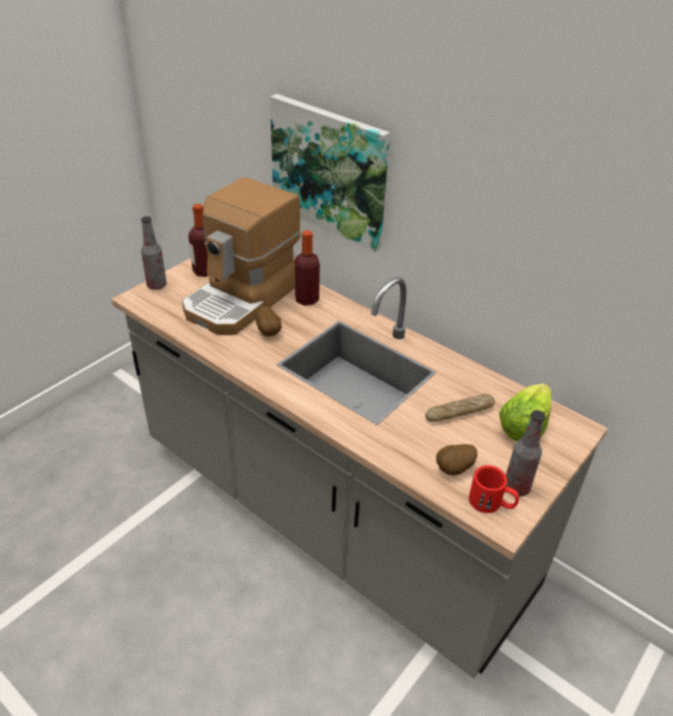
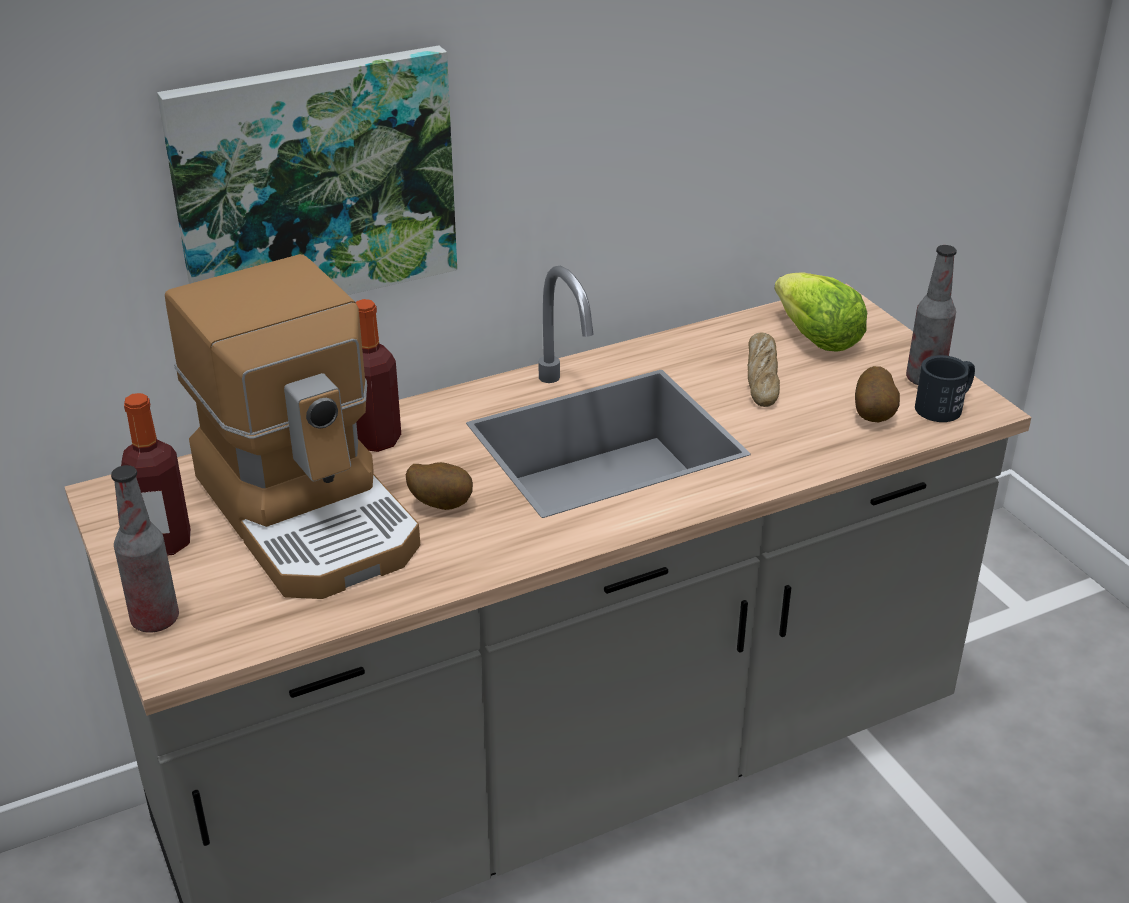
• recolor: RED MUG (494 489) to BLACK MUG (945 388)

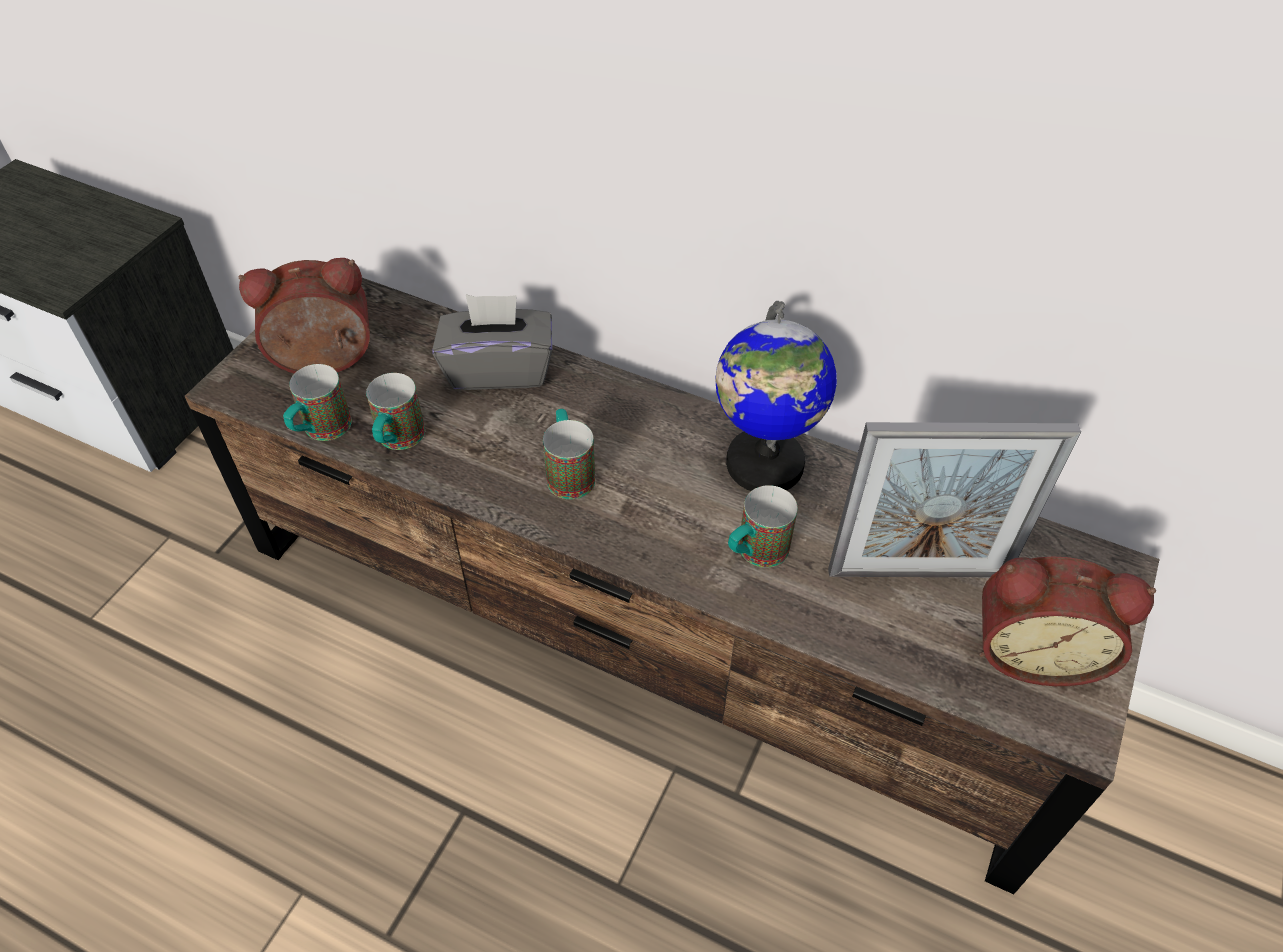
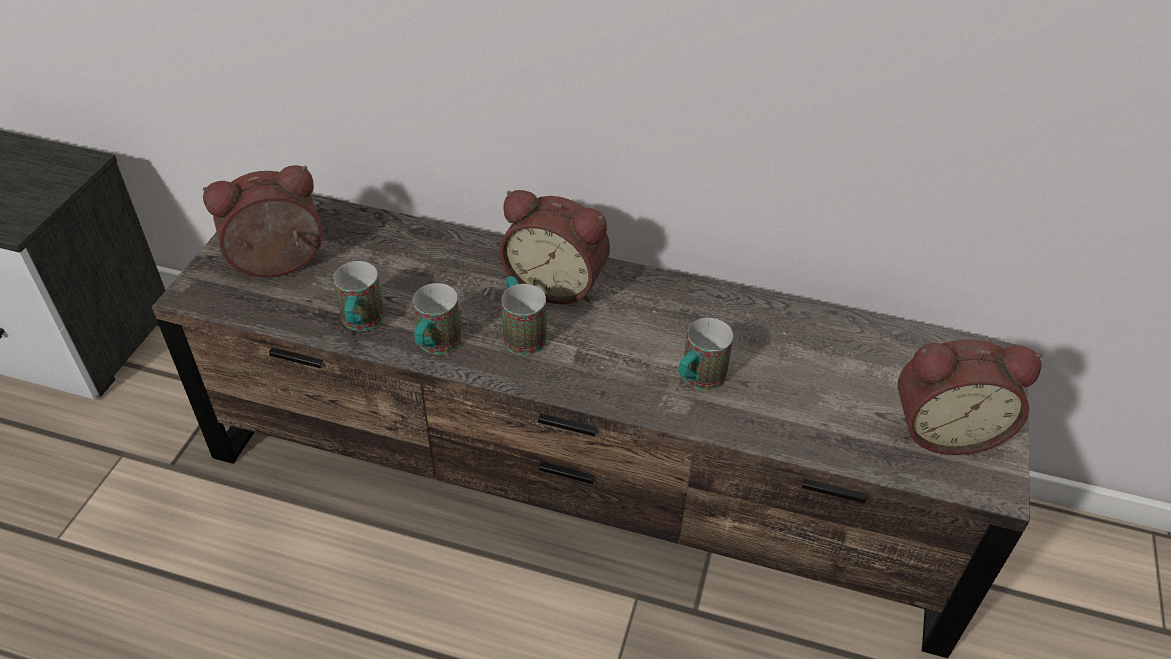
• delete: GREYISH TISSUE BOX (492 342)
• delete: DESK GLOBE (776 396)
• delete: PHOTO FRAME (954 499)
• insert: ALARM CLOCK (555 247)
• move: MUG (317 402) to (437 319)

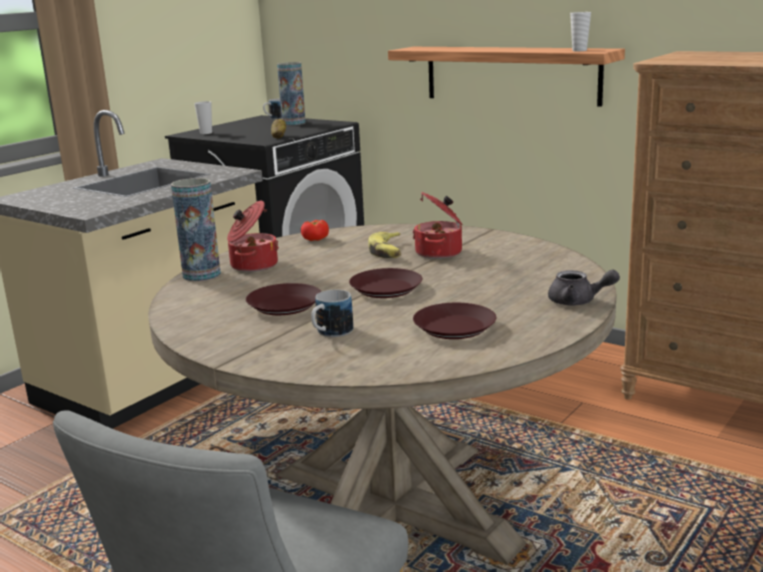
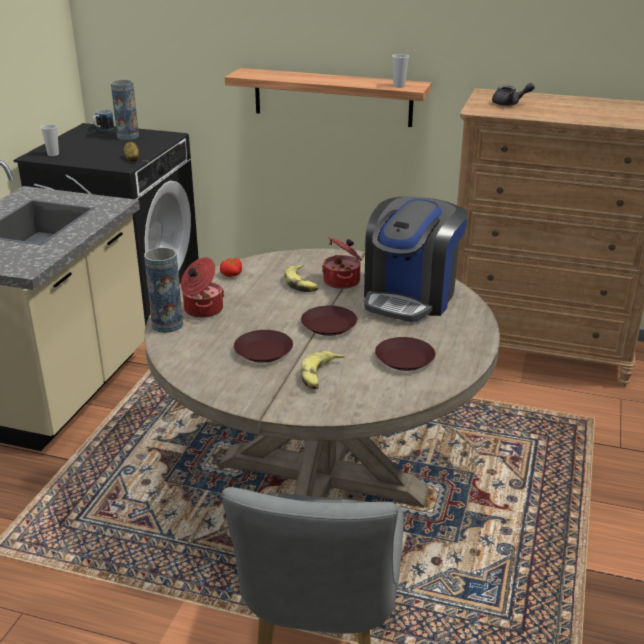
• insert: COFFEE MAKER (416 259)
• move: GREYISH TEA POT (584 288) to (513 94)
• replace: MUG (332 313) to BANANA FRUIT (323 370)

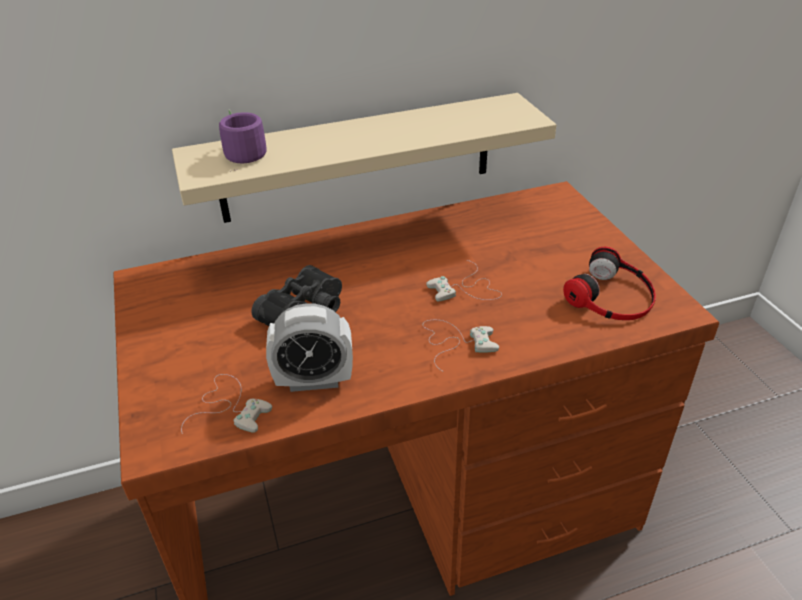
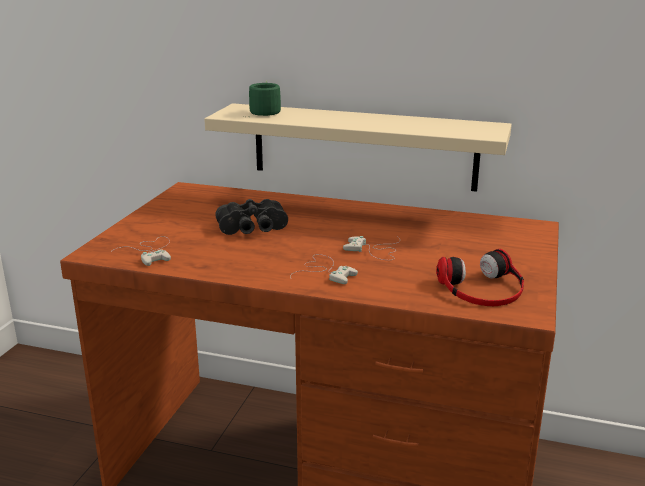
• delete: ALARM CLOCK (309 347)
• recolor: PURPLE-COLOURED MUG (243 141) to GREENISH MUG (265 98)

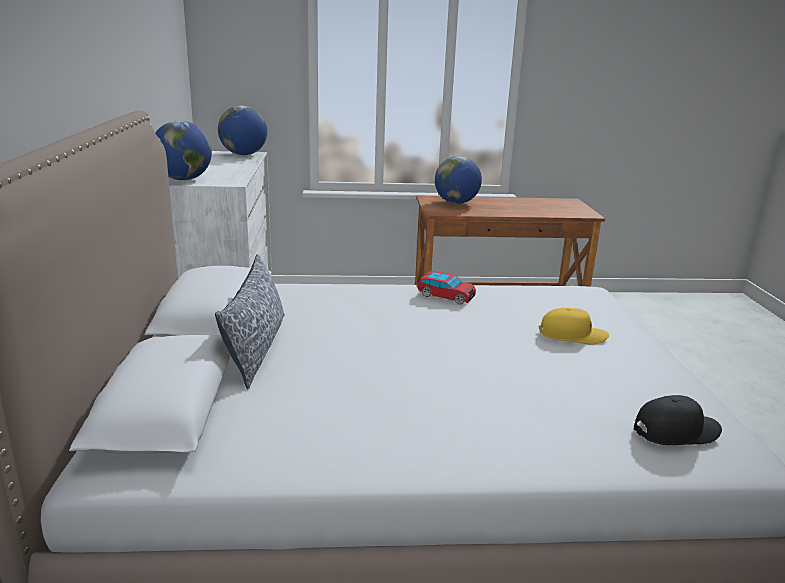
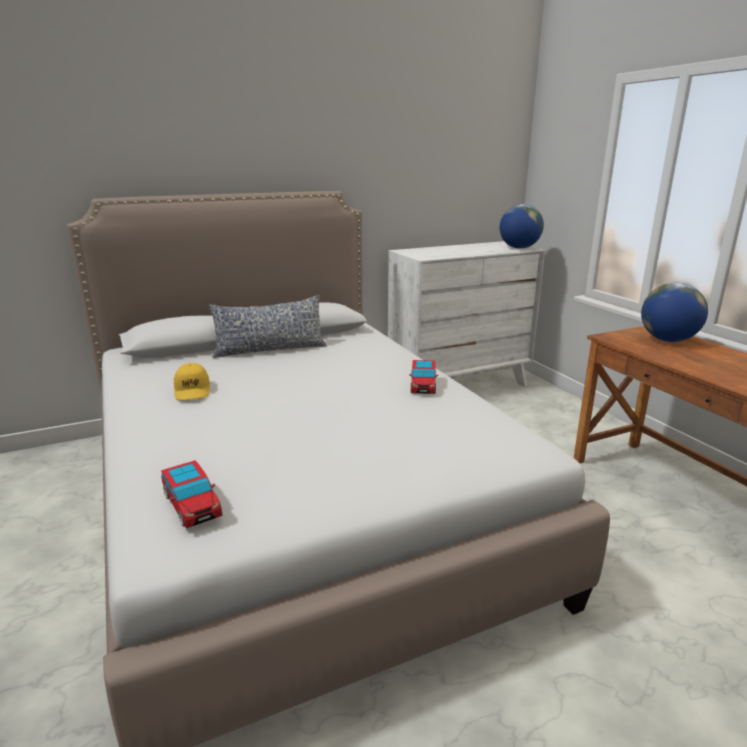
• delete: DESK GLOBE (183 150)
• move: YELLOWISH PEAKED CAP (574 326) to (192 381)
• replace: BLACK PEAKED CAP (678 420) to MODEL CAR (192 494)

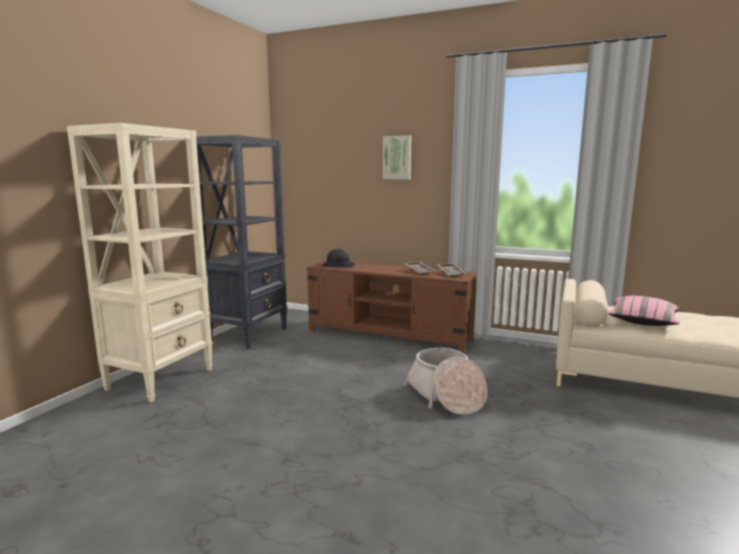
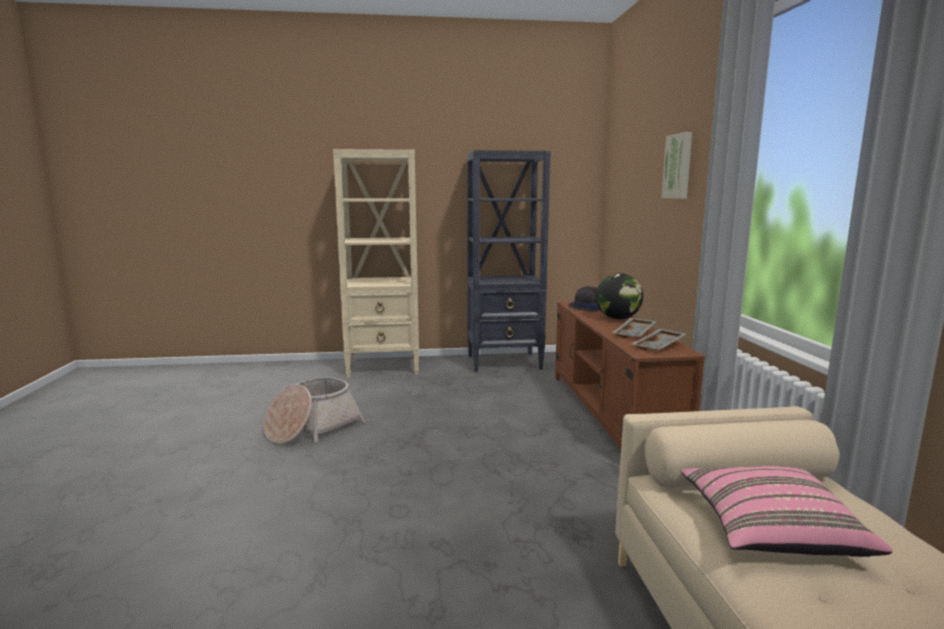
• insert: DESK GLOBE (619 296)
• move: BASKET (445 381) to (314 411)

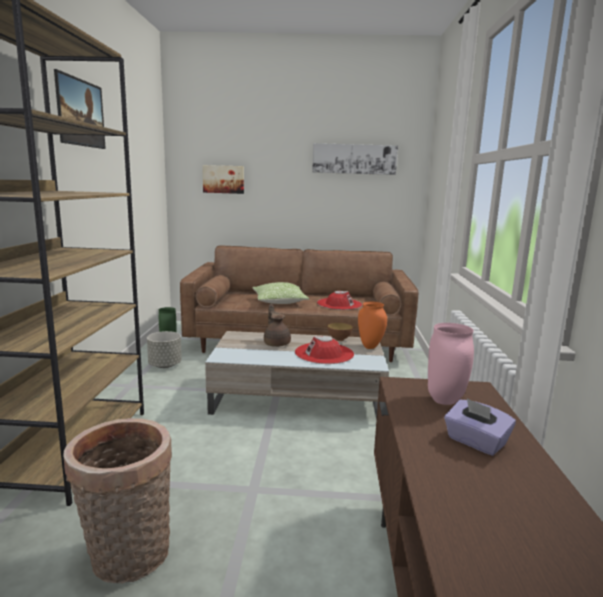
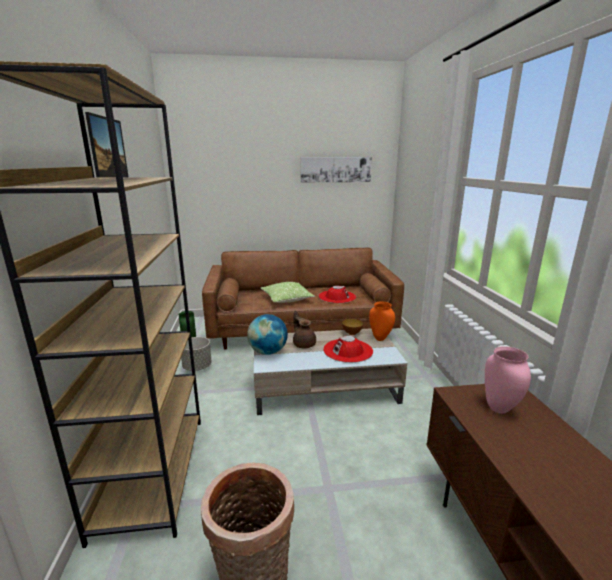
• delete: PICTURE (223 179)
• delete: PURPLE-COLOURED TISSUE BOX (480 427)
• insert: DESK GLOBE (267 334)

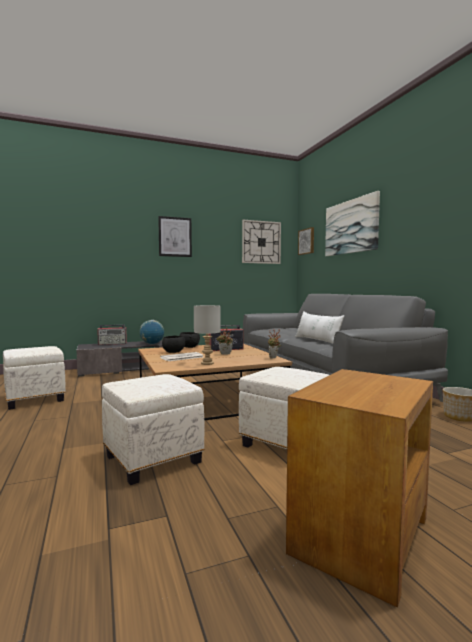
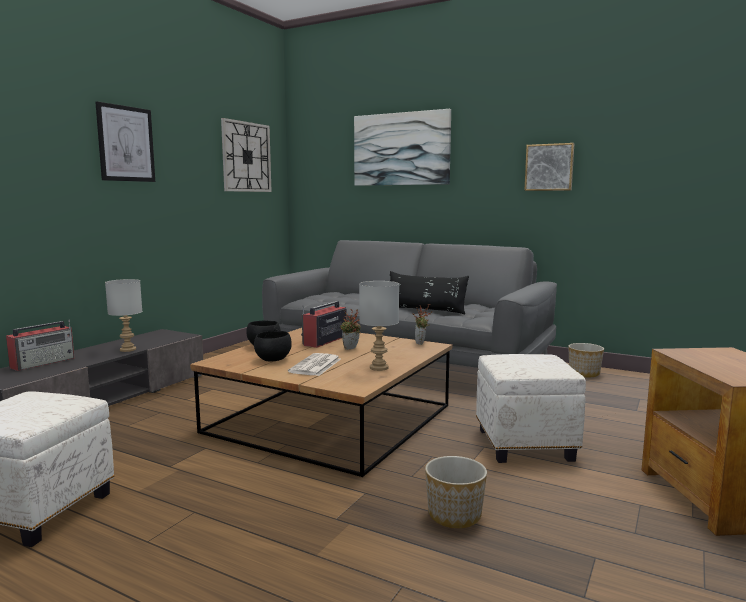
• move: PICTURE (306 241) to (549 167)
• replace: WHITE-COLOURED FOOTREST (153 429) to FLOWER POT (456 492)
• replace: DESK GLOBE (151 332) to GREYISH TABLETOP LAMP (123 315)
• recolor: WHITE-COLOURED THROW PILLOW (320 327) to BLACK THROW PILLOW (429 292)

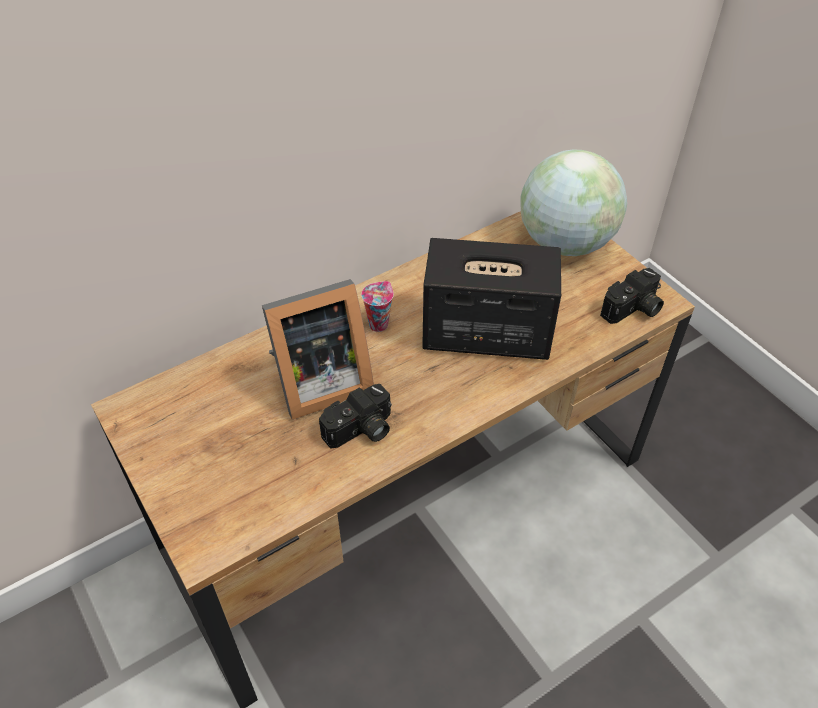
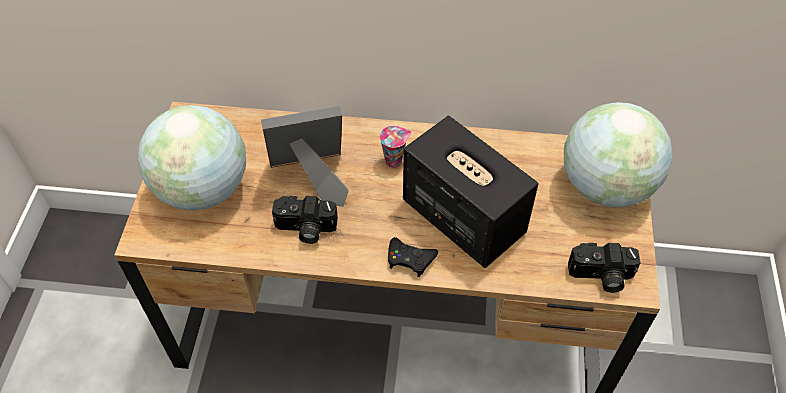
• insert: DESK GLOBE (192 158)
• insert: BLACK JOYPAD (413 257)
• rotate: PHOTO FRAME (318 349) = (305 156) 150 degrees clockwise

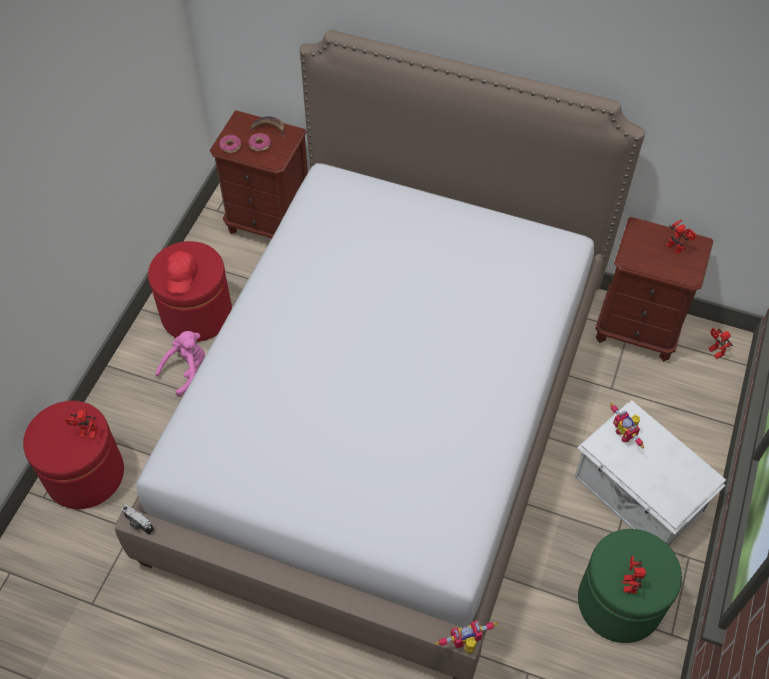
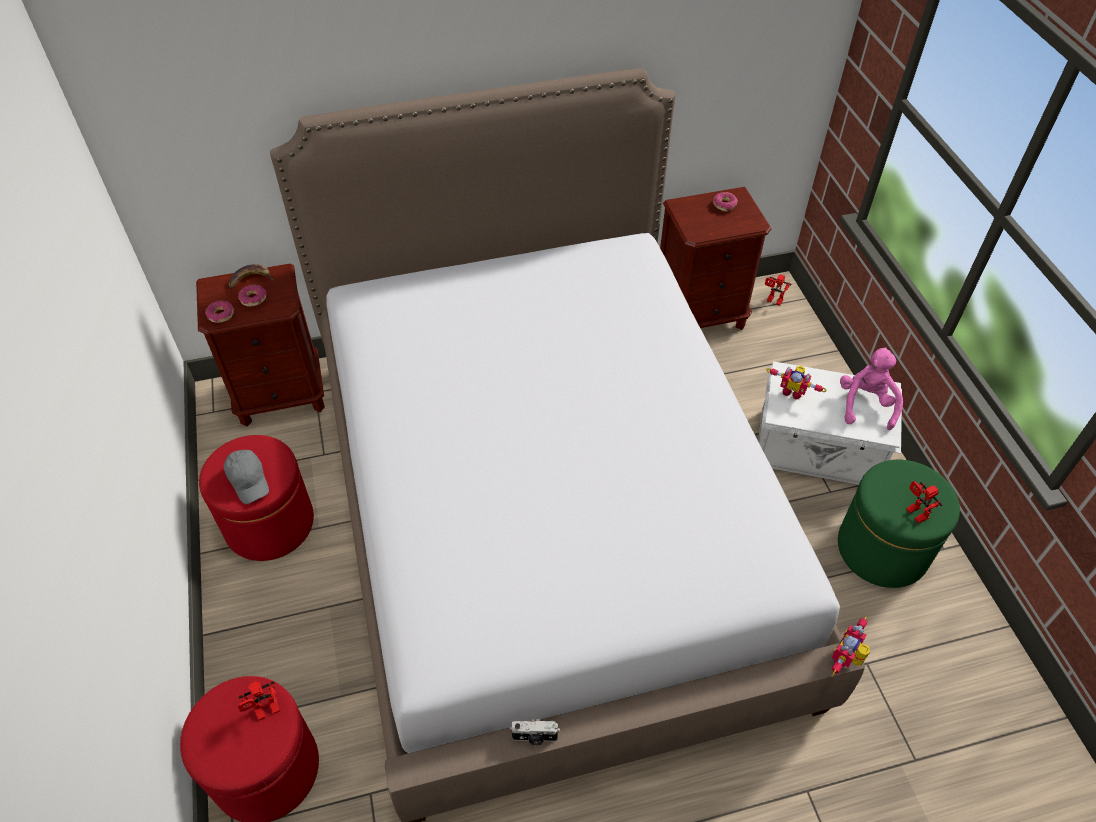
• move: STILL CAMERA (137 519) to (535 732)
• move: PINK PLUSH TOY (180 363) to (871 388)
• replace: MODEL ROBOT (681 236) to DOUGHNUT (725 202)
• recolor: RED PEAKED CAP (181 272) to GREYISH PEAKED CAP (246 477)

